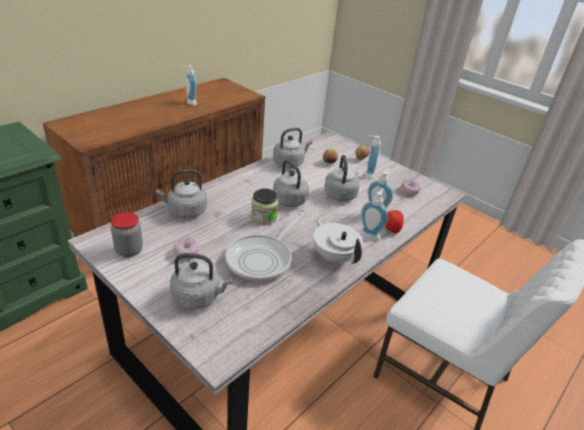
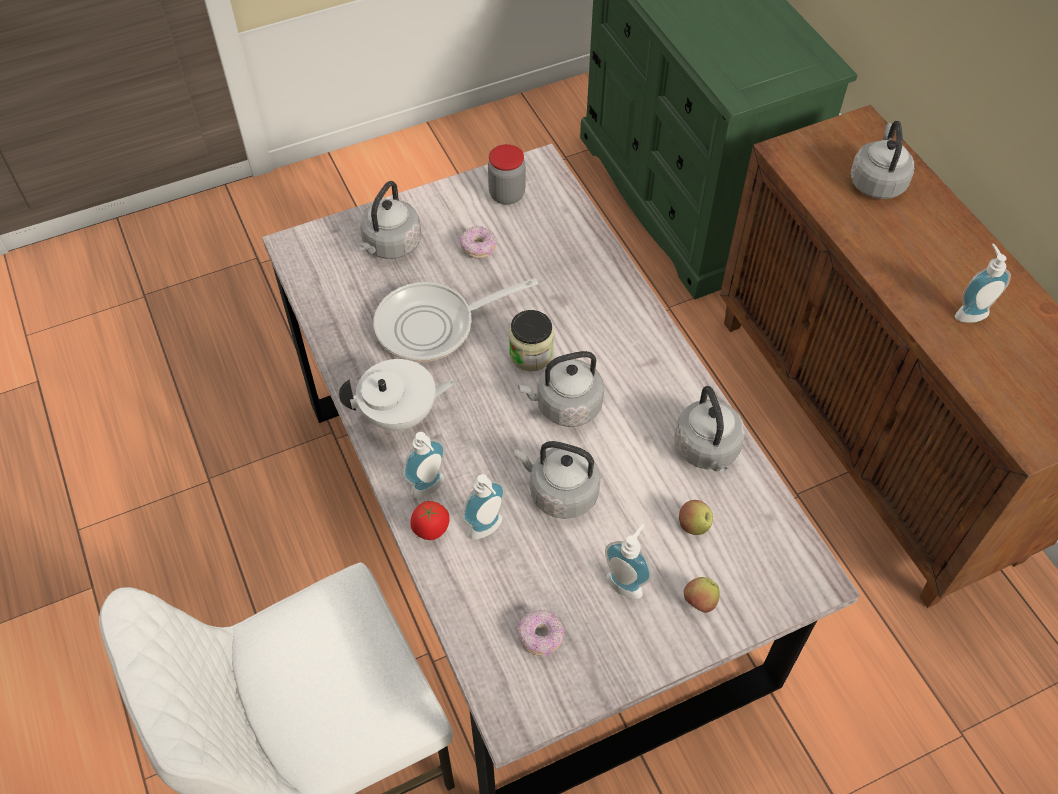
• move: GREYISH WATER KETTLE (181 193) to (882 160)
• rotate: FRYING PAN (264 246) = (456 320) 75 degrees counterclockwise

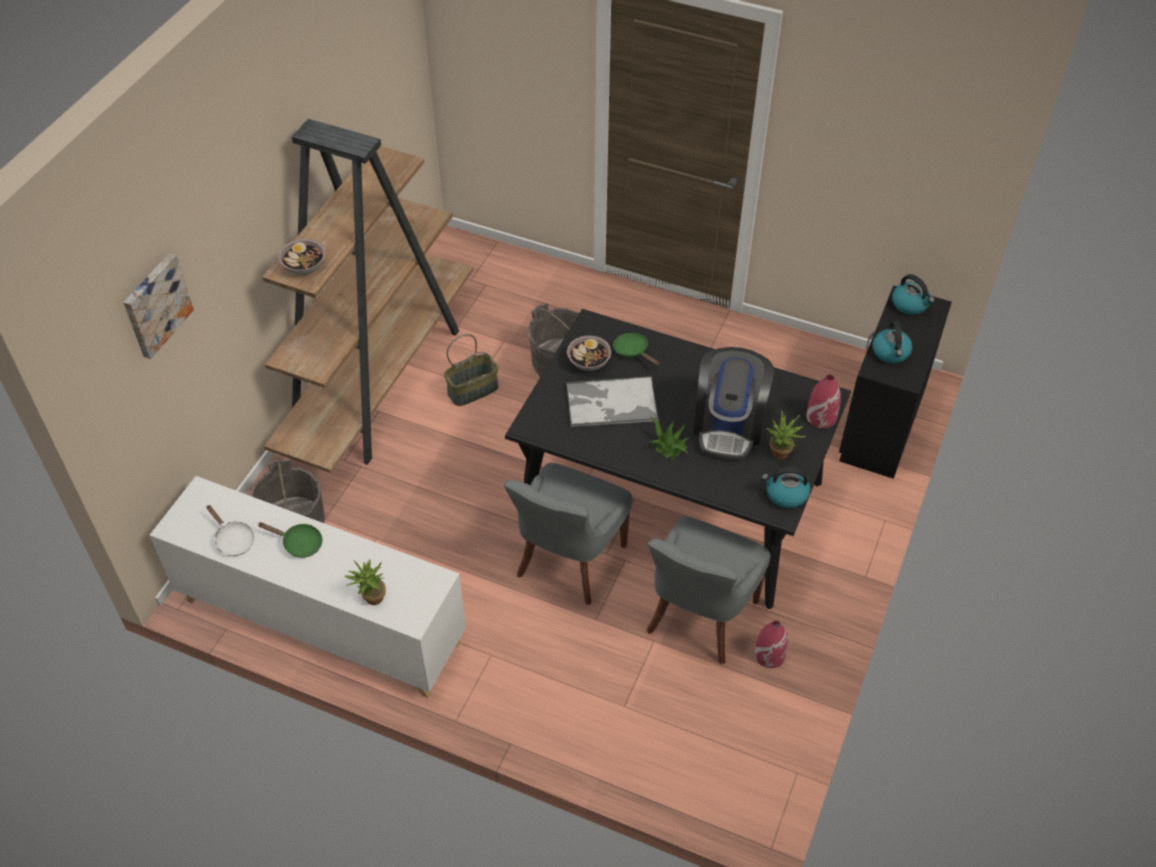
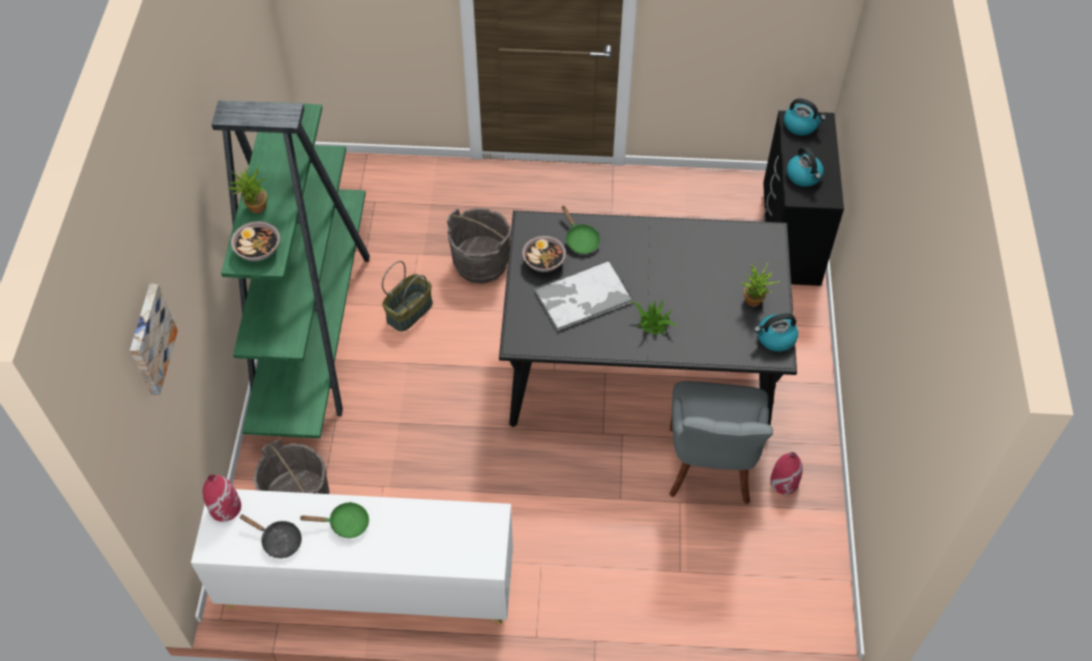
• delete: GREYISH CHAIR (568 534)
• delete: COFFEE MAKER (734 403)
• move: POTTED PLANT (365 582) to (247 189)
• move: RED VASE (823 401) to (222 498)
• recolor: WHITE-COLOURED FRYING PAN (230 530) to BLACK FRYING PAN (270 536)
• recolor: BROWN-COLOURED BOOKCASE (367 296) to GREENISH BOOKCASE (290 269)
• rotate: GREENISH FRYING PAN (636 349) = (580 229) 150 degrees counterclockwise

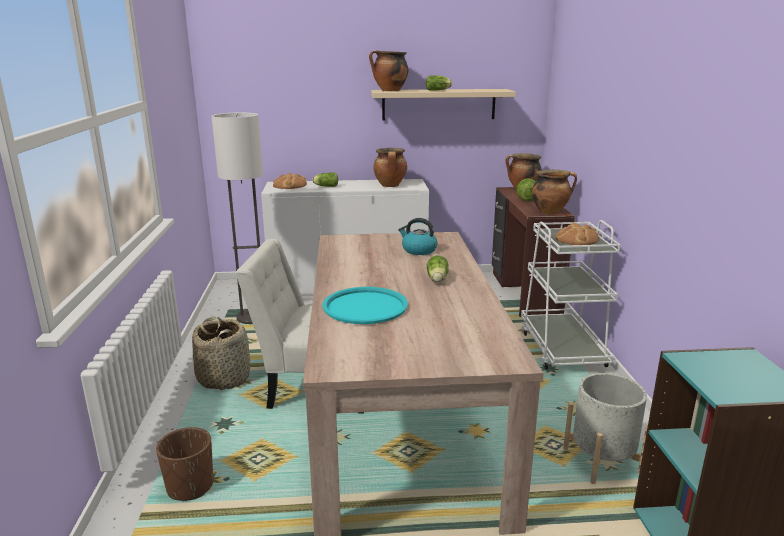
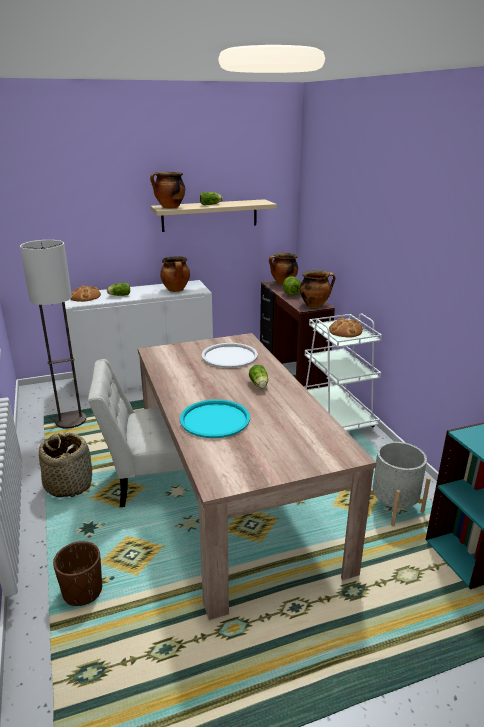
• replace: WATER KETTLE (418 236) to WHITE-COLOURED CARRYING TRAY (230 355)

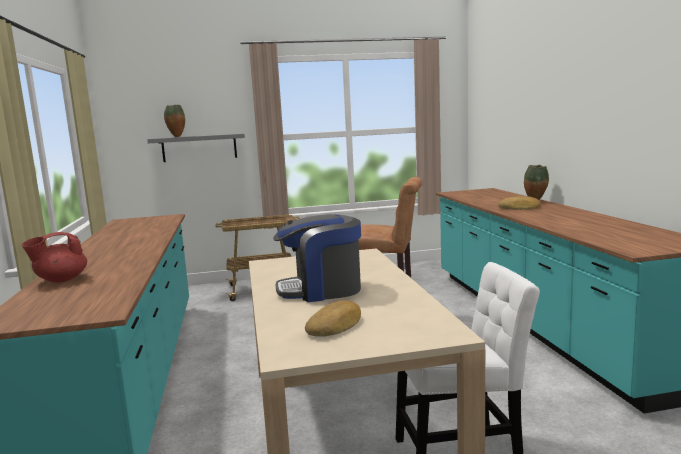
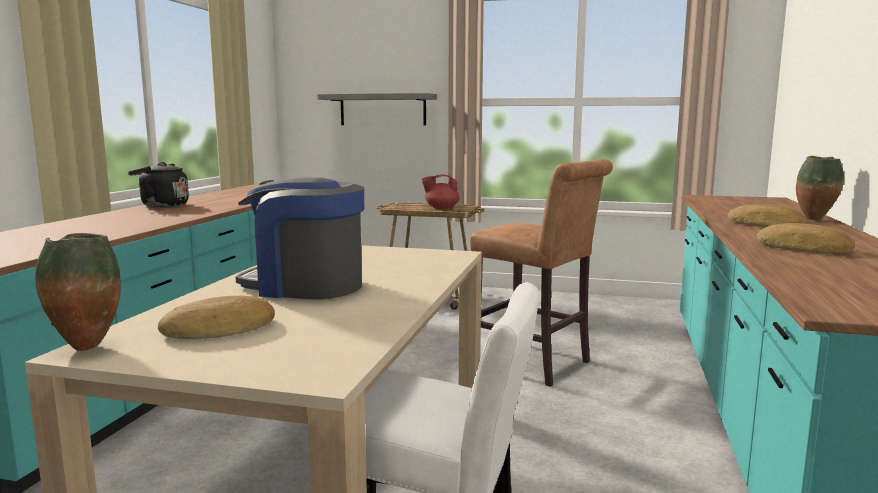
• insert: BLACK WATER KETTLE (158 185)
• insert: BAKERY BREAD (806 238)
• move: RED TEA POT (54 257) to (441 192)
• move: VASE (174 121) to (78 292)

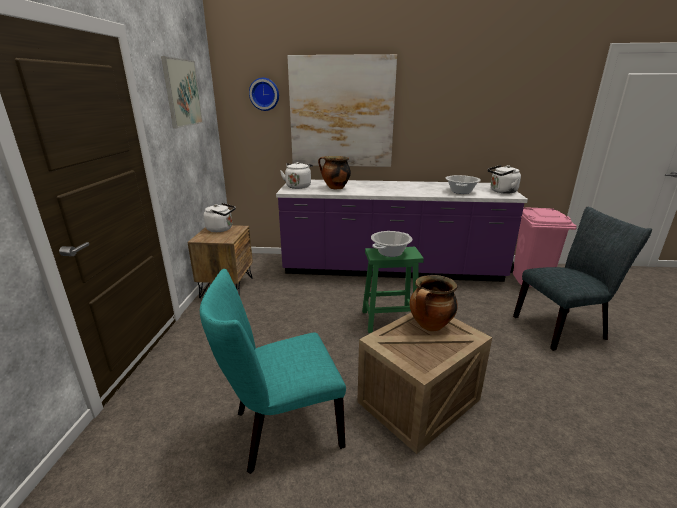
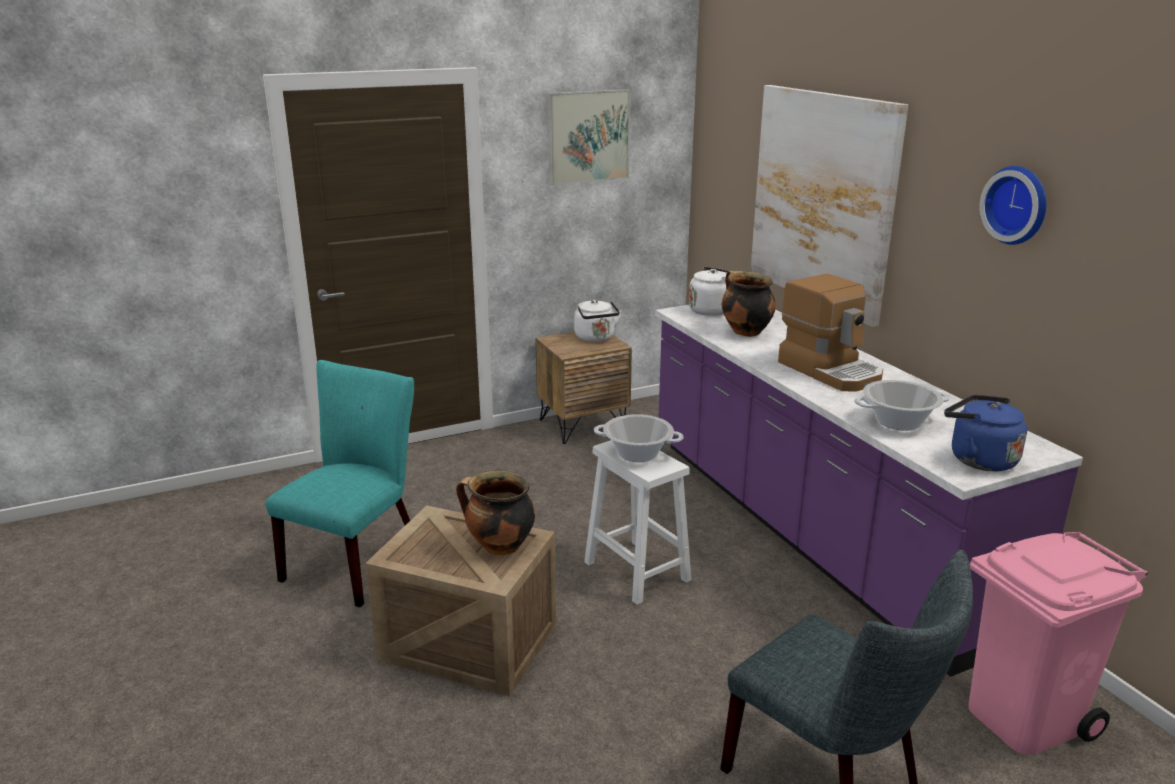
• insert: COFFEE MAKER (830 333)
• move: HANGING CLOCK (264 94) to (1013 205)
• recolor: GREENISH STOOL SEAT (393 290) to WHITE-COLOURED STOOL SEAT (638 522)
• recolor: WHITE-COLOURED WATER KETTLE (504 179) to BLUE-COLOURED WATER KETTLE (985 433)
• rotate: TURQUOISE CHAIR (273 371) = (340 483) 75 degrees clockwise

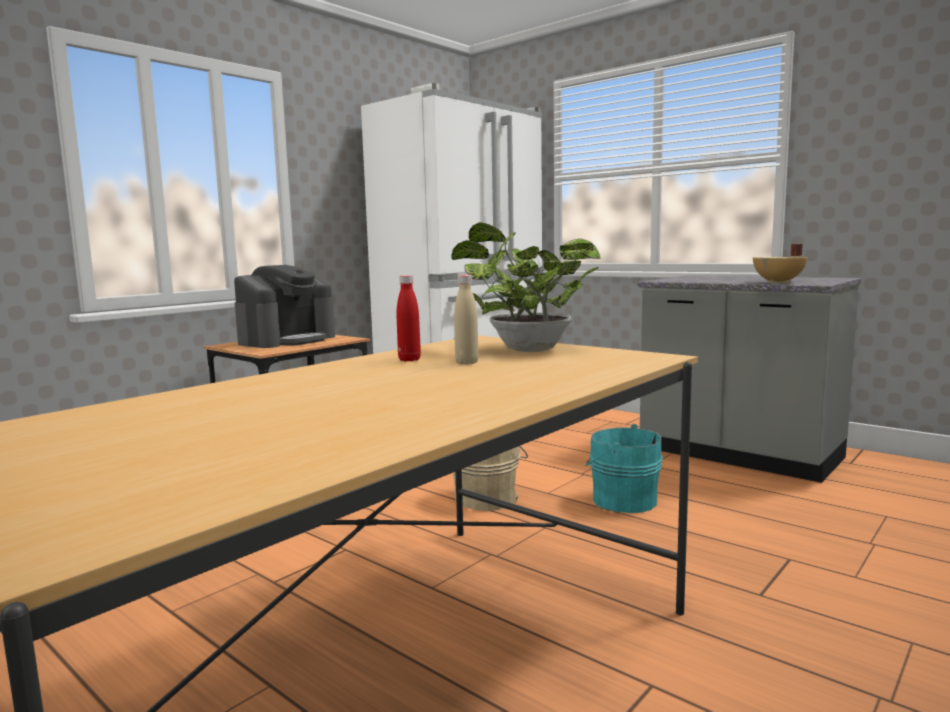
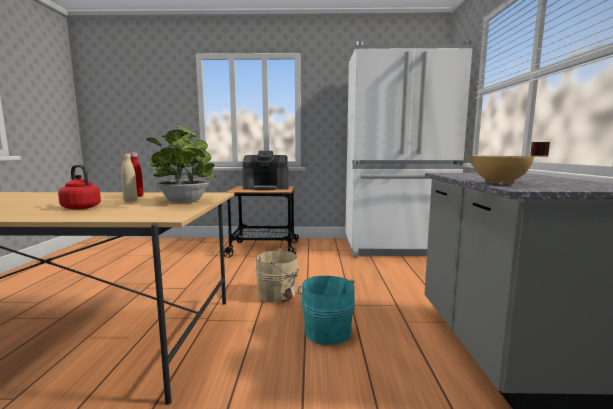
• insert: RED WATER KETTLE (79 187)

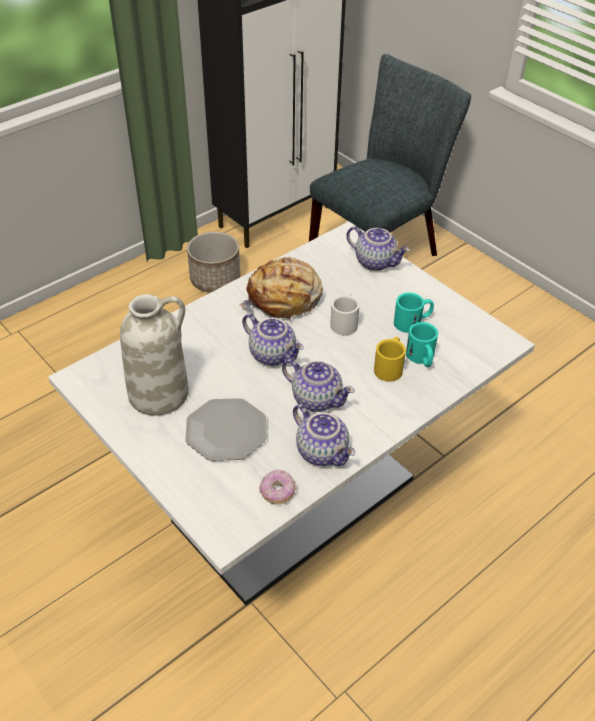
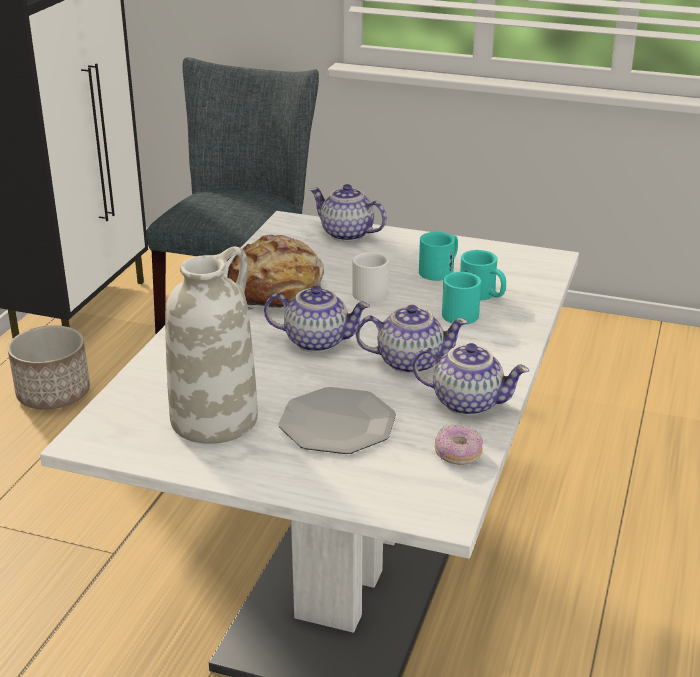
• recolor: YELLOWISH MUG (390 359) to TURQUOISE MUG (461 298)
• rotate: TEA POT (377 248) = (348 213) 150 degrees counterclockwise

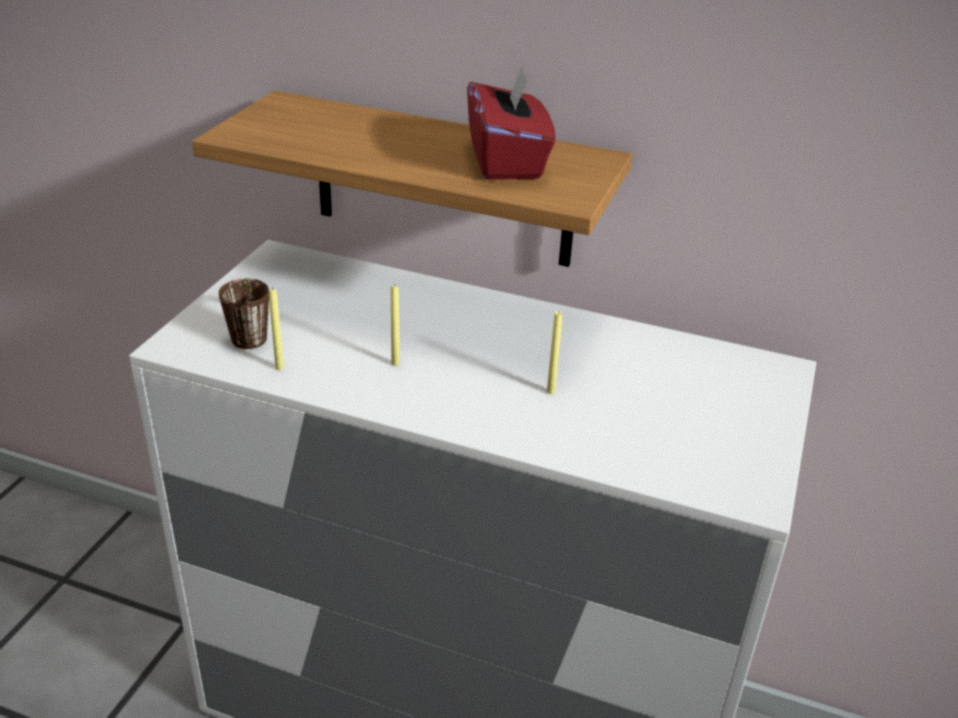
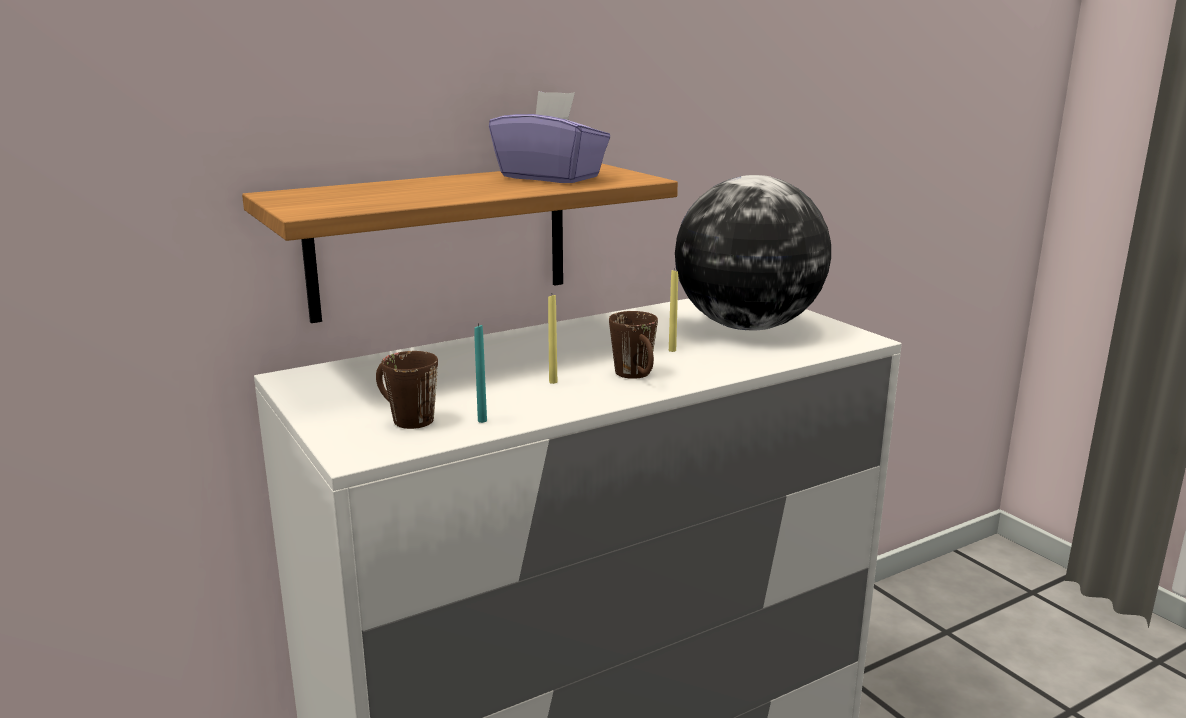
• insert: BROWN-COLOURED MUG (633 345)
• insert: DESK GLOBE (753 252)
• recolor: YELLOWISH WAX CANDLE (276 329) to TURQUOISE WAX CANDLE (480 373)
• recolor: RED TISSUE BOX (511 122) to PURPLE-COLOURED TISSUE BOX (549 137)

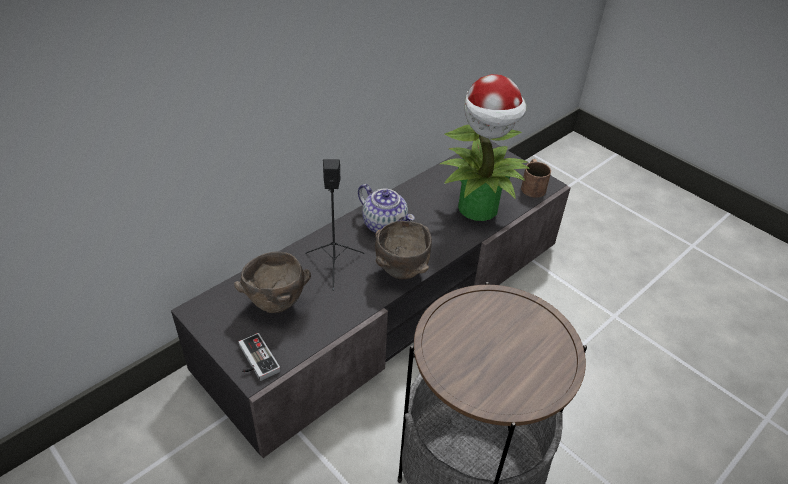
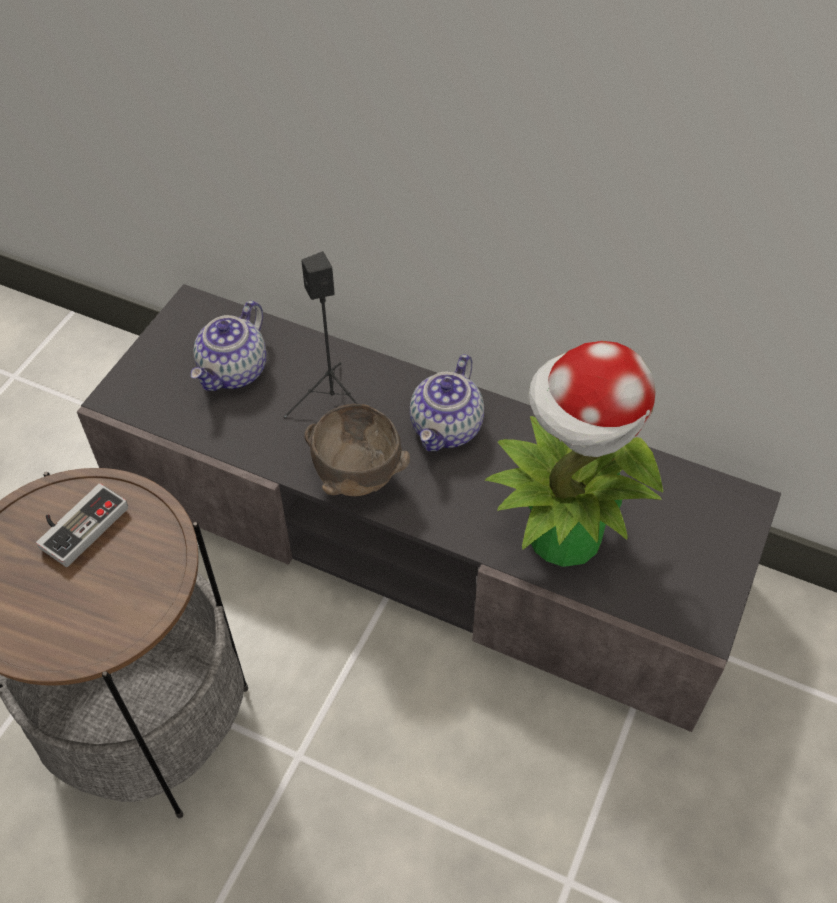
• delete: BROWN-COLOURED MUG (536 178)
• move: JOYPAD (259 357) to (82 525)
• replace: BROWN-COLOURED DEEP DISH (272 282) to TEA POT (228 346)

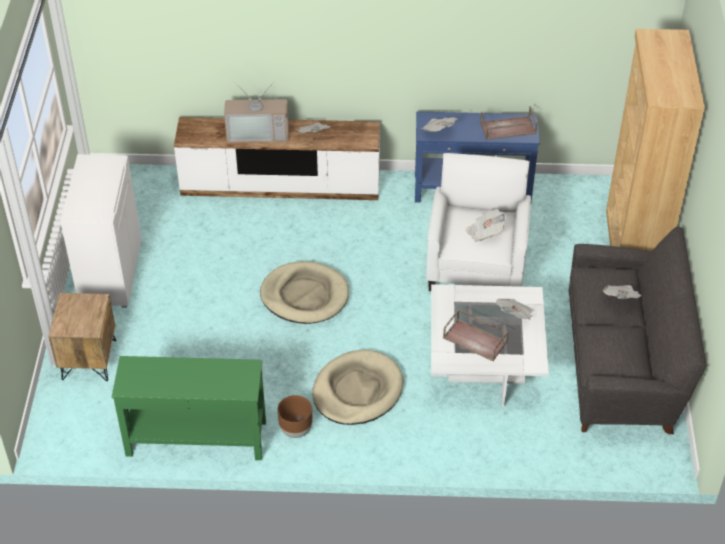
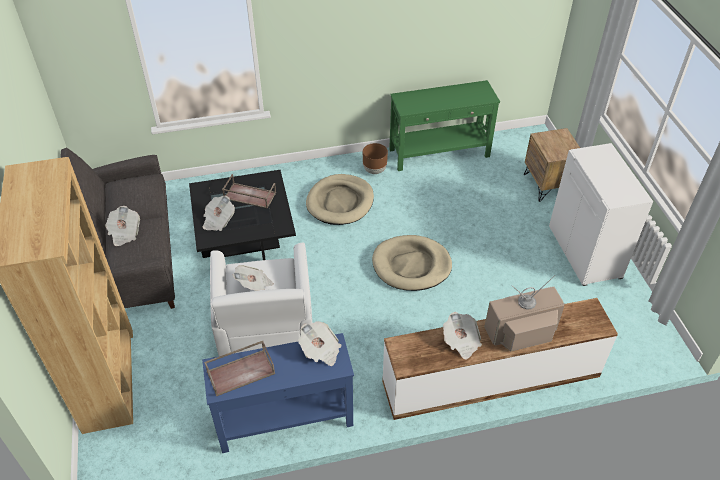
• recolor: WHITE-COLOURED LOW TABLE (490 345) to BLACK LOW TABLE (242 215)

